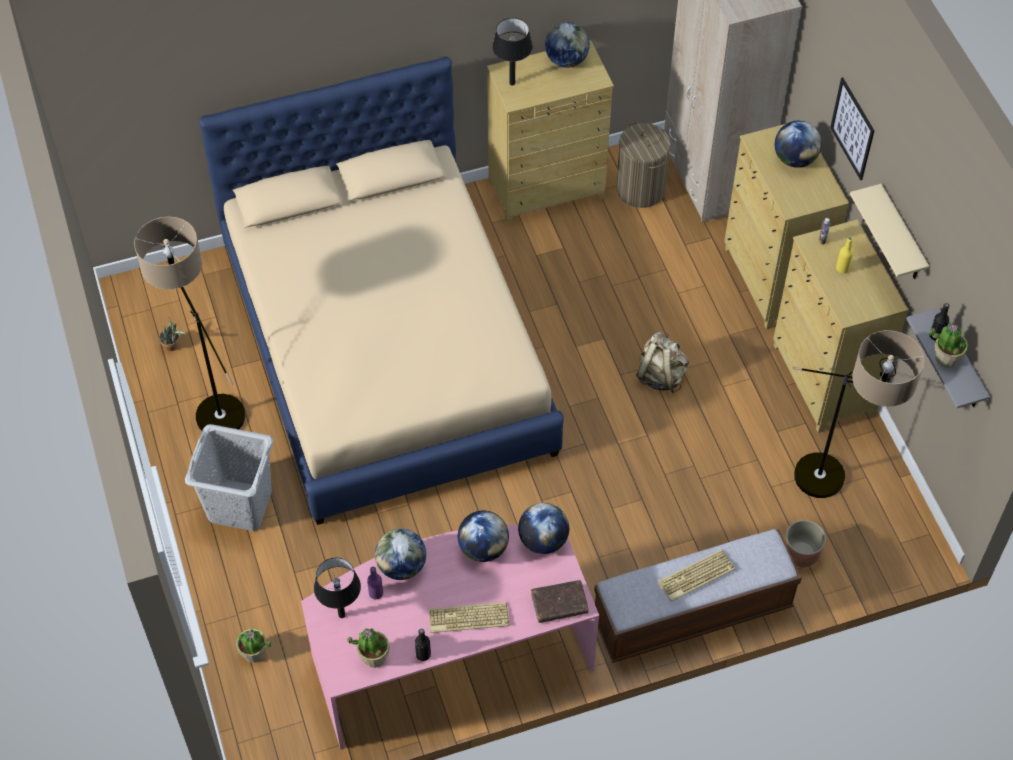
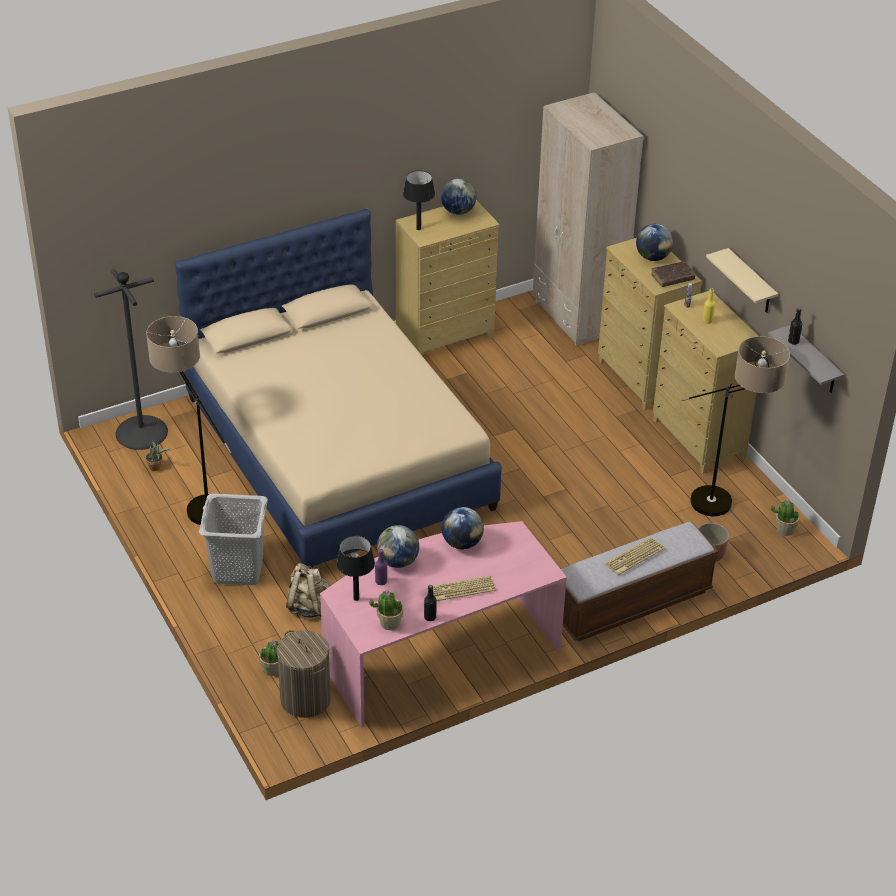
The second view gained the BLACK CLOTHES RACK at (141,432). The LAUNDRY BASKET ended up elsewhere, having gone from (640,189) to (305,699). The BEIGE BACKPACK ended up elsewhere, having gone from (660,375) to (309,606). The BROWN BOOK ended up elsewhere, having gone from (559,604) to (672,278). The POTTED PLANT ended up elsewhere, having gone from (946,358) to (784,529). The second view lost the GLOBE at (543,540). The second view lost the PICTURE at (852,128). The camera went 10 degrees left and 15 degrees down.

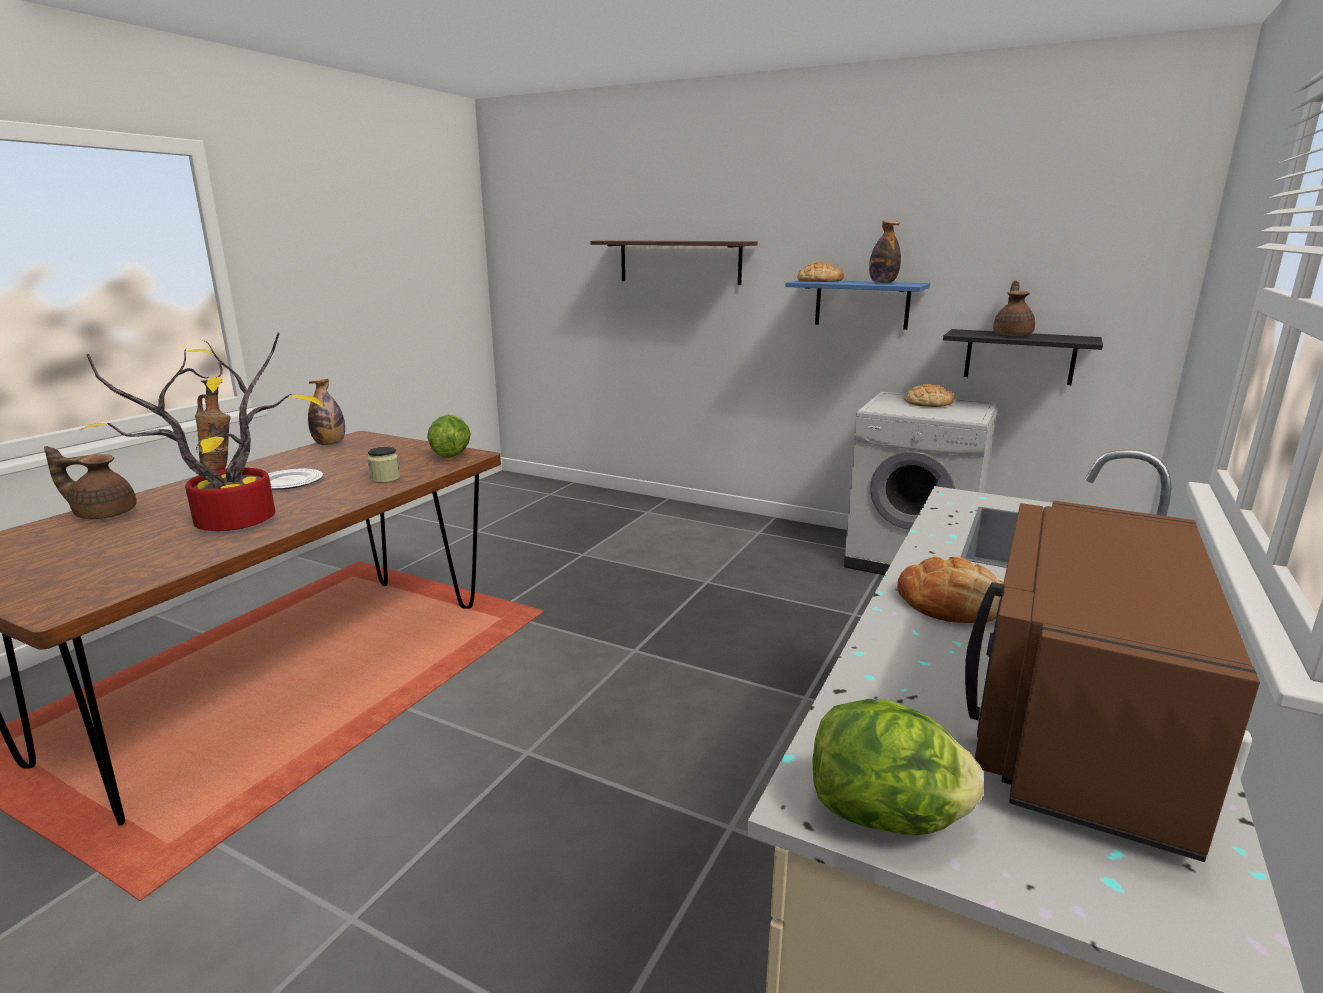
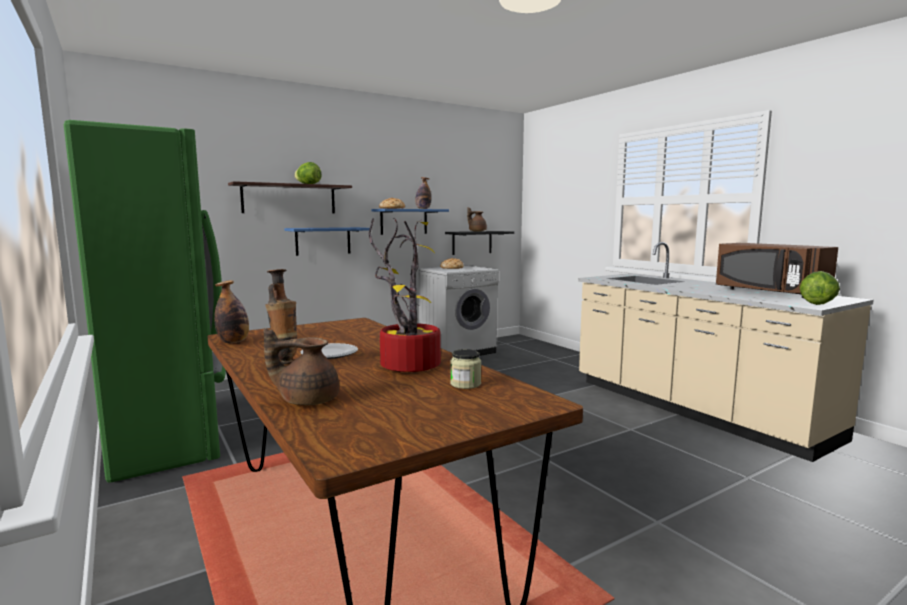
The second view gained the GREEN FRIDGE at (168,437). The BROWN TEAPOT at (103,514) ended up facing another way, 60 degrees clockwise from before. The second view gained the BLUE SHELF at (323,241). The LETTUCE ended up elsewhere, having gone from (451,455) to (308,184). The JAR ended up elsewhere, having gone from (385,478) to (465,384). The second view lost the BREAD at (952,602). The camera went 60 degrees left and 10 degrees down.

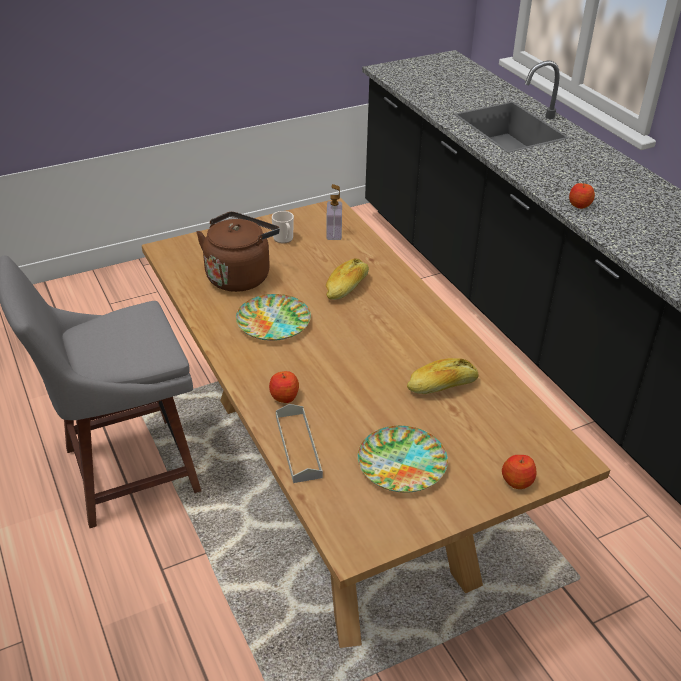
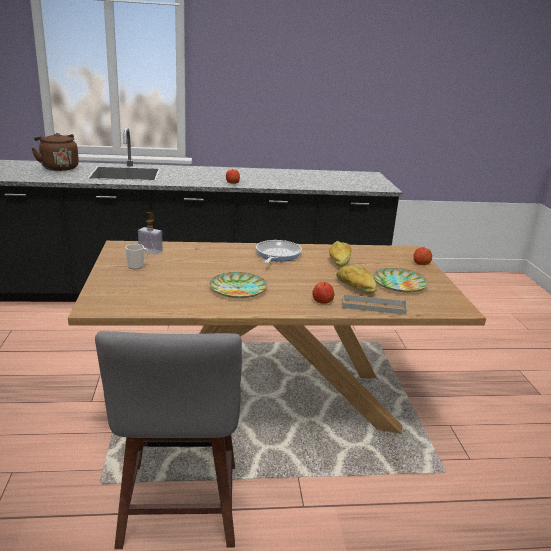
The BROWN KETTLE ended up elsewhere, having gone from (240,275) to (58,168). The second view gained the FRYING PAN at (277,255). The BREAD ended up elsewhere, having gone from (347,287) to (355,287). The camera went 70 degrees left and 15 degrees down.

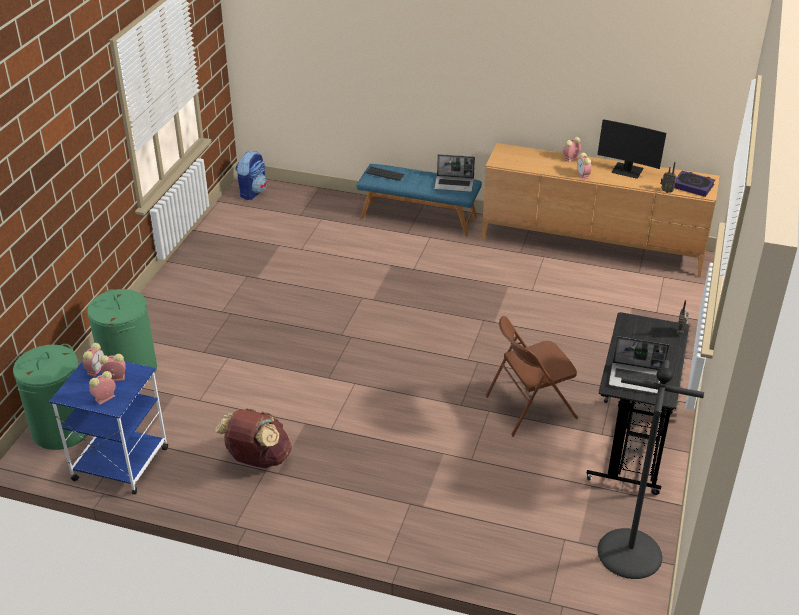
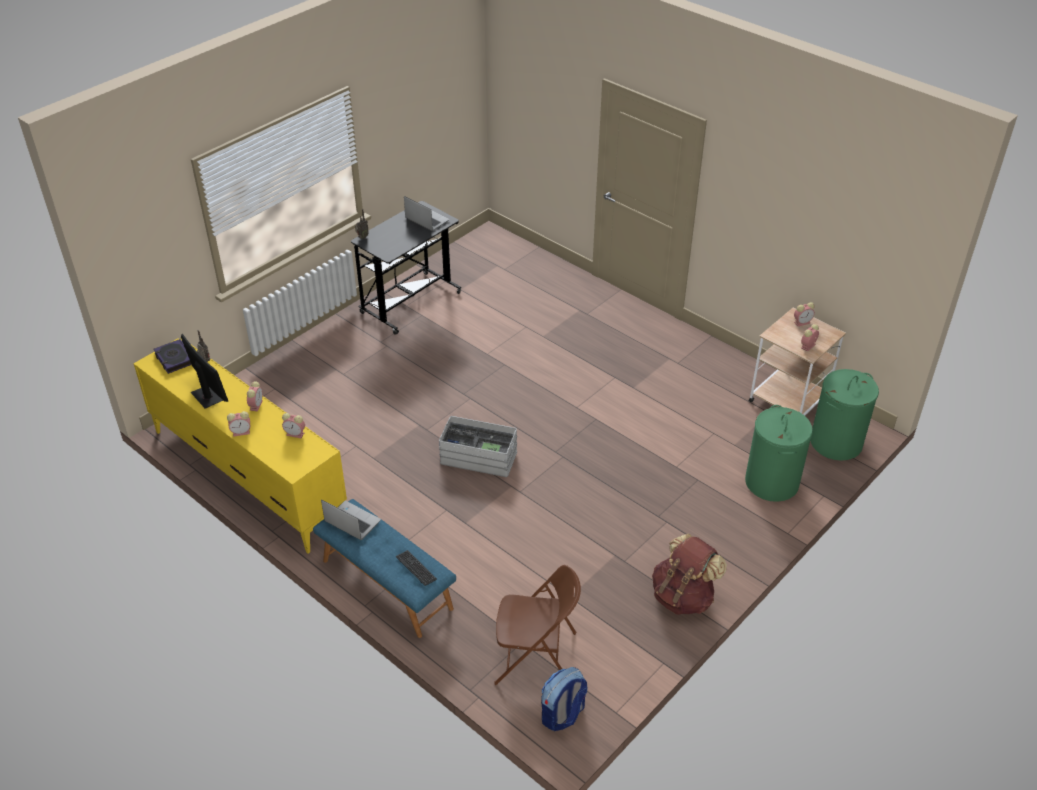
What was the BROWN CABINET at (592,246) turned into the YELLOW CABINET at (247,476). The ALARM CLOCK ended up elsewhere, having gone from (114,378) to (296,434). The second view gained the GREY STORAGE BOX at (478,457). The BROWN CHAIR ended up elsewhere, having gone from (530,407) to (536,658). The BROWN BACKPACK ended up elsewhere, having gone from (257,460) to (683,596). What was the BLUE CART at (119,463) turned into the BEIGE CART at (789,401). The second view lost the BLACK CLOTHES RACK at (629,553). The camera went 155 degrees left and 5 degrees up.

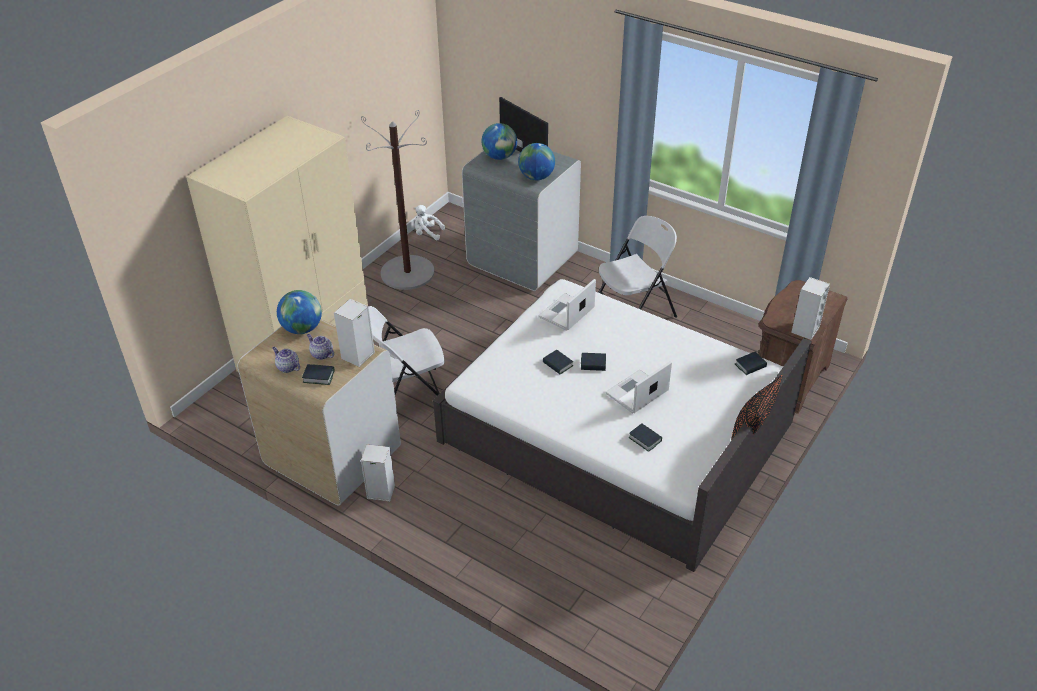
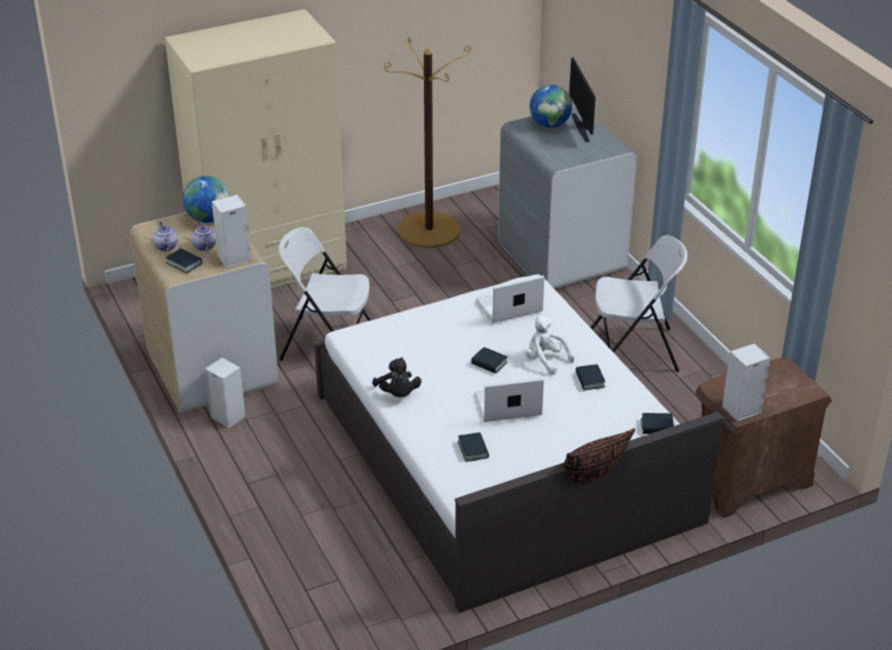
The second view gained the BLACK PLUSH TOY at (397,394). What was the GREY CLOTHES RACK at (407,272) turned into the BROWN CLOTHES RACK at (429,230). The WHITE PLUSH TOY ended up elsewhere, having gone from (427,233) to (545,360). The BOOK ended up elsewhere, having gone from (557,364) to (590,380). The second view lost the GLOBE at (536,177). The camera went 30 degrees right and 5 degrees down.

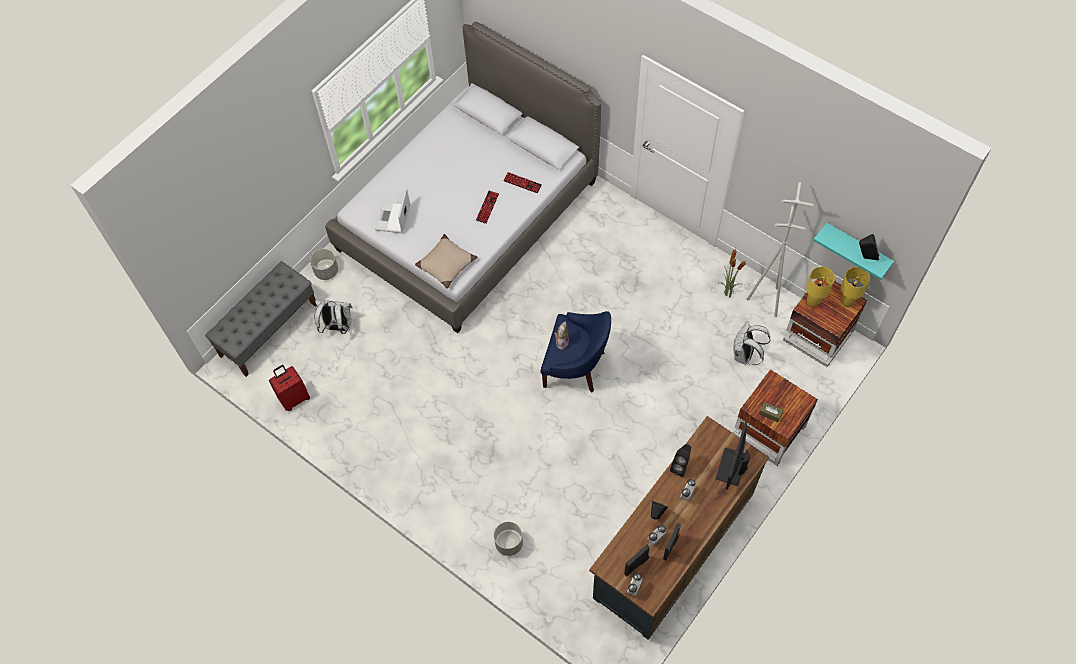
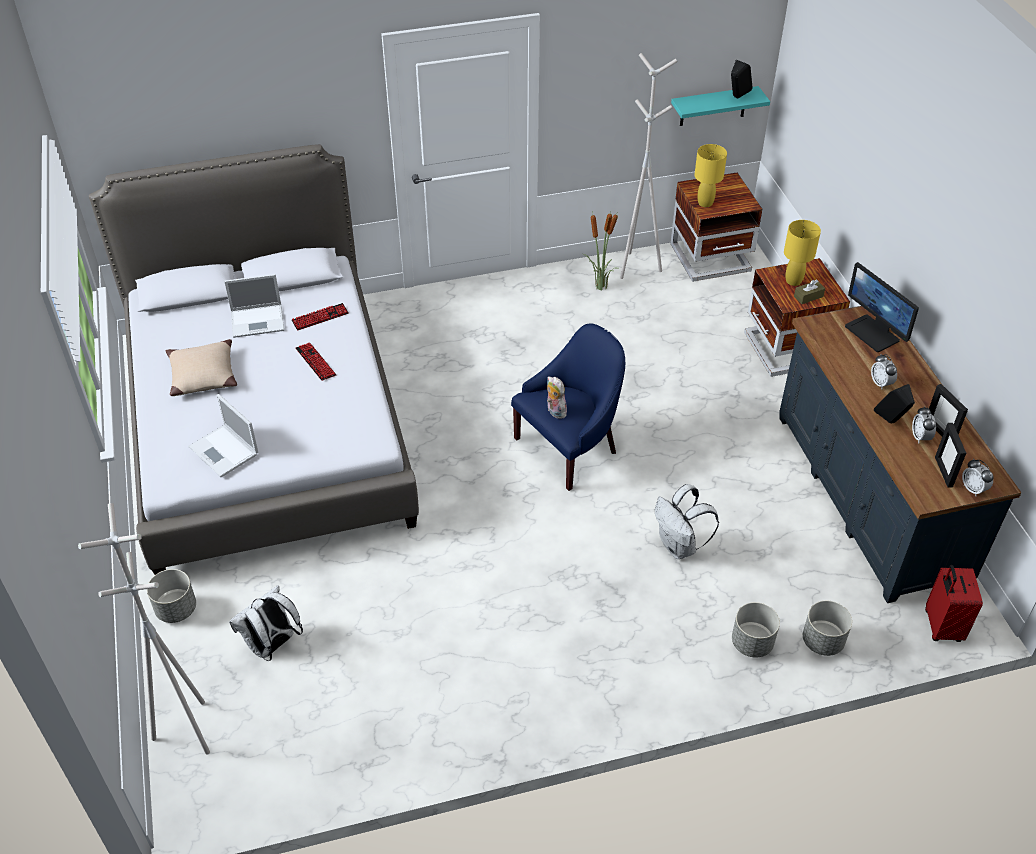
Where the GREY BENCH stood at (269,330), the GREY CLOTHES RACK came to stand at (188,730). The BEIGE PILLOW ended up elsewhere, having gone from (446,264) to (202,375). The second view gained the LAPTOP at (258,321). The WHITE BACKPACK ended up elsewhere, having gone from (745,355) to (679,546). The YELLOW TABLE LAMP ended up elsewhere, having gone from (847,302) to (793,281). The second view gained the GREY PLANTER at (822,641). The RED SUITCASE ended up elsewhere, having gone from (294,398) to (941,626). The second view lost the BLACK SPEAKER at (680,466). The camera went 55 degrees left and 15 degrees down.

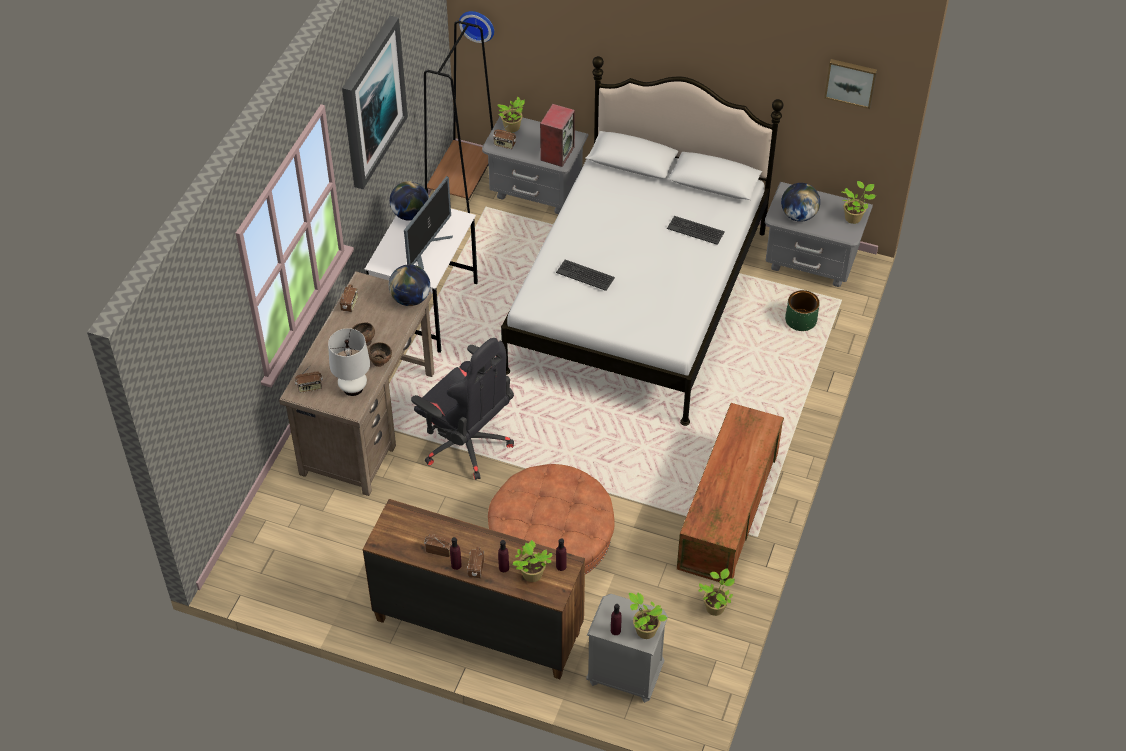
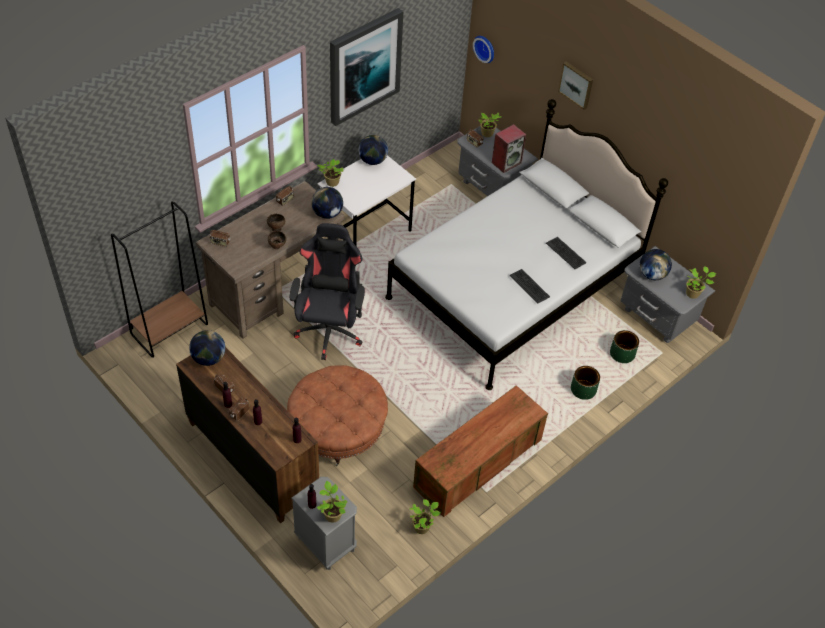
The CLOTHES RACK ended up elsewhere, having gone from (461,185) to (169,330). The second view gained the GLOBE at (208,358). The BLACK OFFICE CHAIR at (466,443) ended up facing another way, 150 degrees counterclockwise from before. The POTTED PLANT ended up elsewhere, having gone from (531,575) to (331,183). The KEYBOARD ended up elsewhere, having gone from (585,275) to (529,286). The PICTURE ended up elsewhere, having gone from (851,82) to (576,84). The second view gained the GREEN PLANTER at (583,389). The second view lost the WHITE TABLE LAMP at (353,388). The second view lost the MONITOR at (427,249). The camera went 25 degrees right and 0 degrees up.

